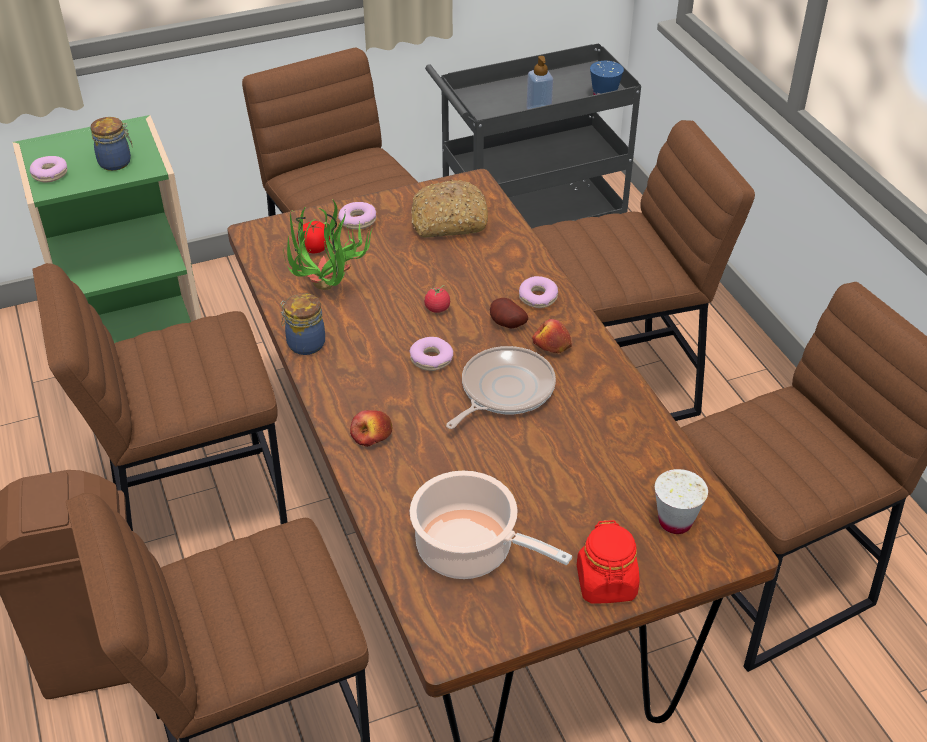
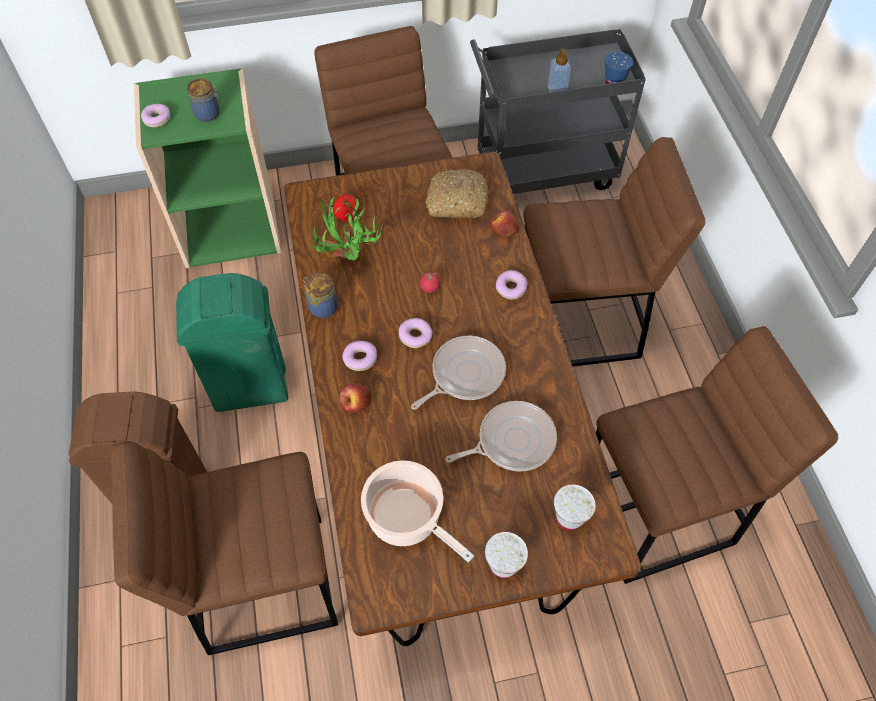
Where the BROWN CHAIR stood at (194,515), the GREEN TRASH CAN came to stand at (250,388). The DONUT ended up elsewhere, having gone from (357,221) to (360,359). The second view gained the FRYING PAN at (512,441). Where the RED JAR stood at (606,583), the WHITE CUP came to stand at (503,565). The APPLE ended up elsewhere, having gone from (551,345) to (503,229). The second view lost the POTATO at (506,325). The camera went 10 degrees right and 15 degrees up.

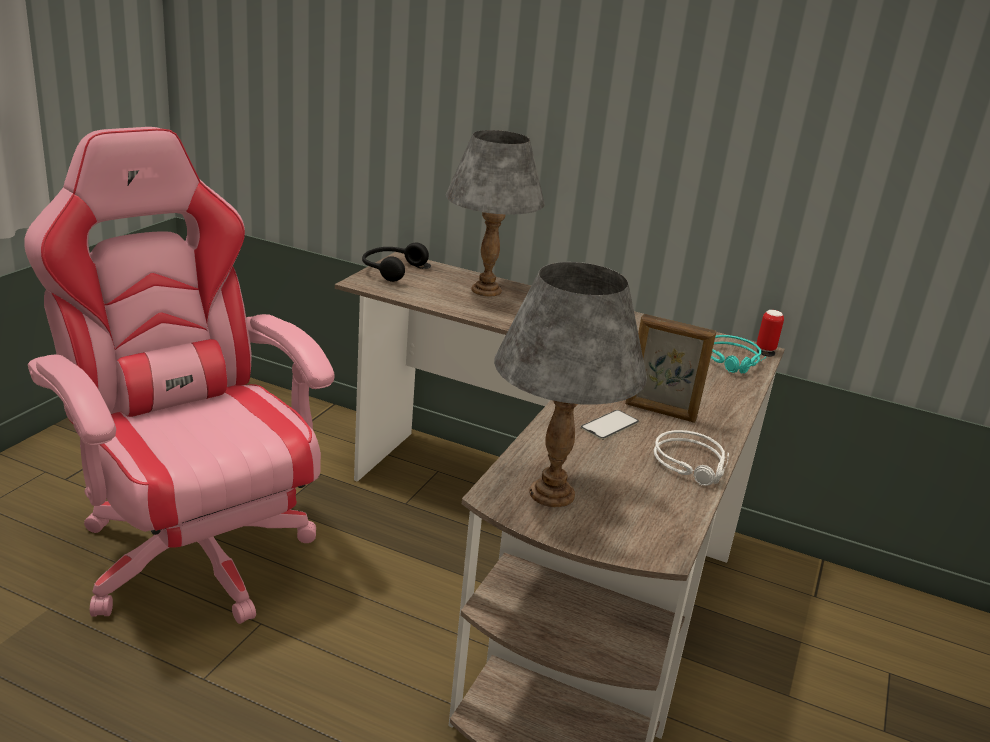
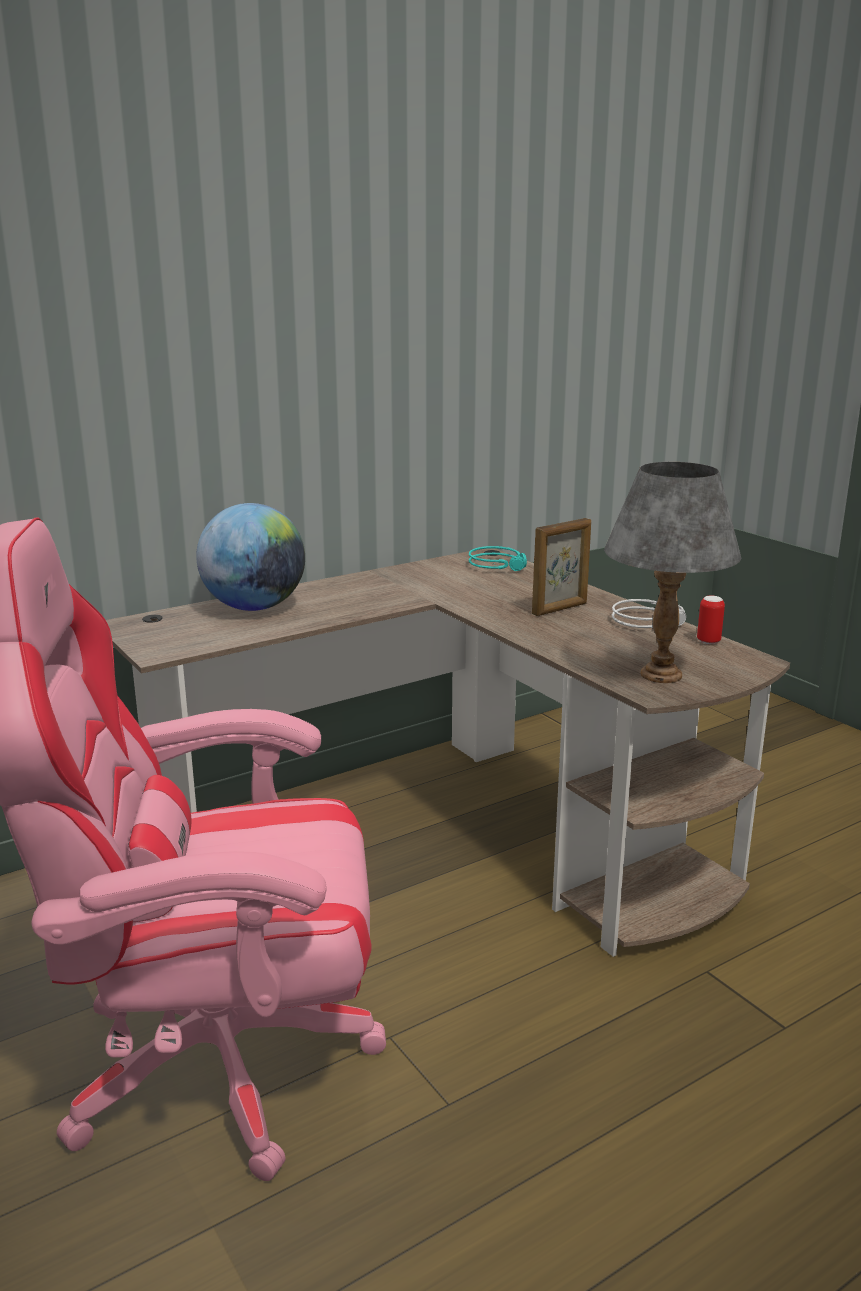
Where the GREY TABLE LAMP stood at (486,290), the GLOBE came to stand at (254,607). The CAN ended up elsewhere, having gone from (765,349) to (708,641). The second view lost the BLACK HEADPHONES at (390,270). The second view lost the PHONE at (609,425). The camera went 55 degrees left and 5 degrees down.

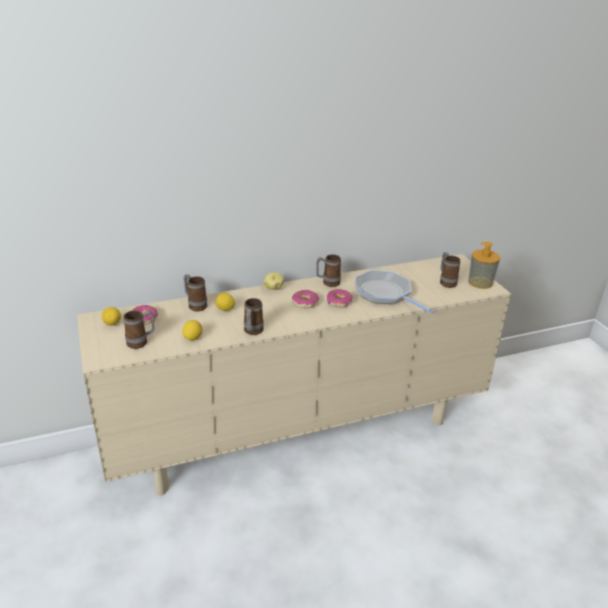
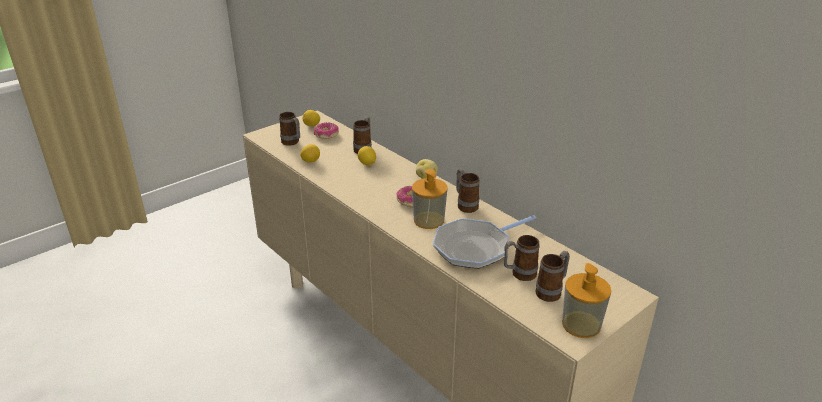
Where the DONUT stood at (339,302), the SOAP DISPENSER came to stand at (429,220). The FRYING PAN at (385,294) ended up facing another way, 150 degrees counterclockwise from before. The MUG ended up elsewhere, having gone from (252,332) to (519,274). The camera went 70 degrees right and 0 degrees up.

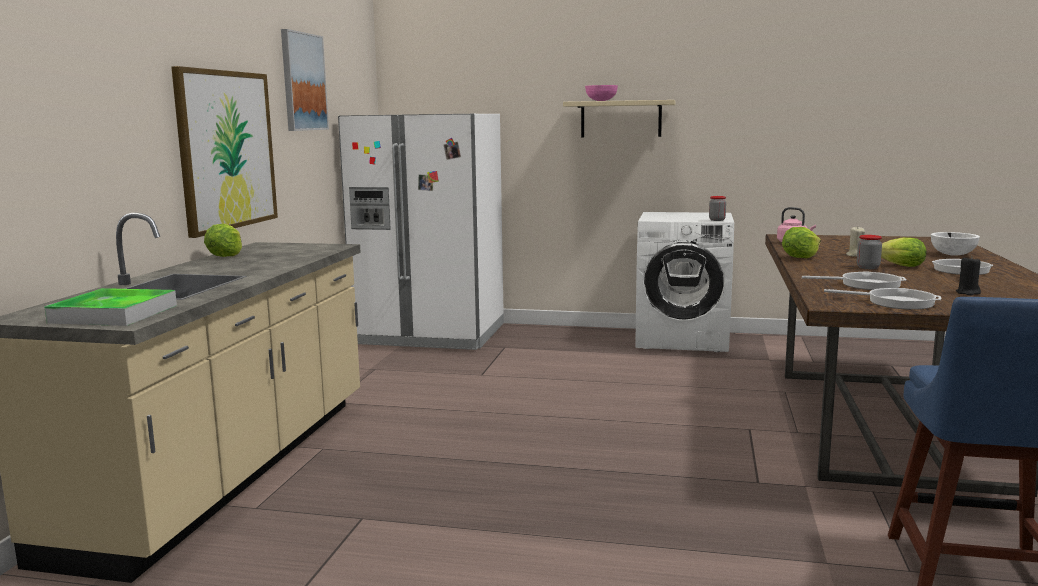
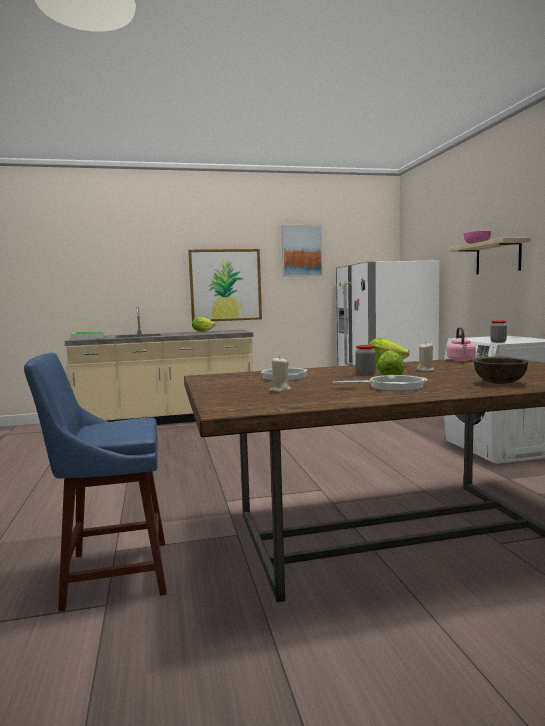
What was the BLACK CANDLE at (968,293) turned into the BEIGE CANDLE at (280,390). What was the WHITE BOWL at (953,254) turned into the BROWN BOWL at (499,383). The second view lost the FRYING PAN at (895,302). The camera went 65 degrees right and 5 degrees down.

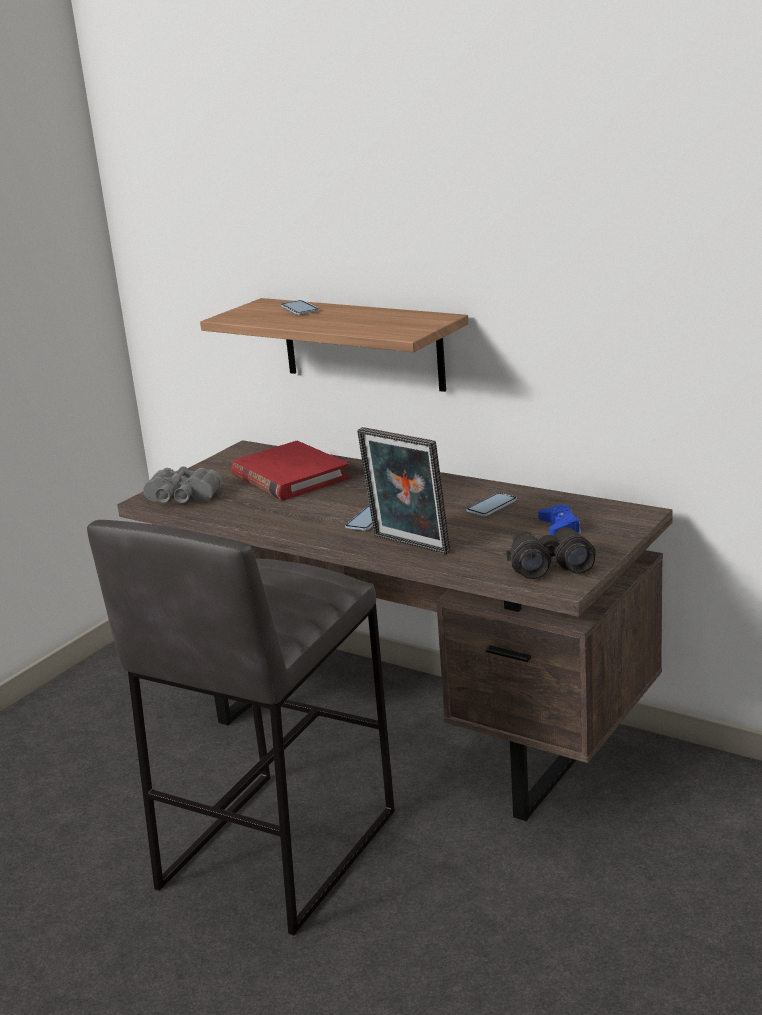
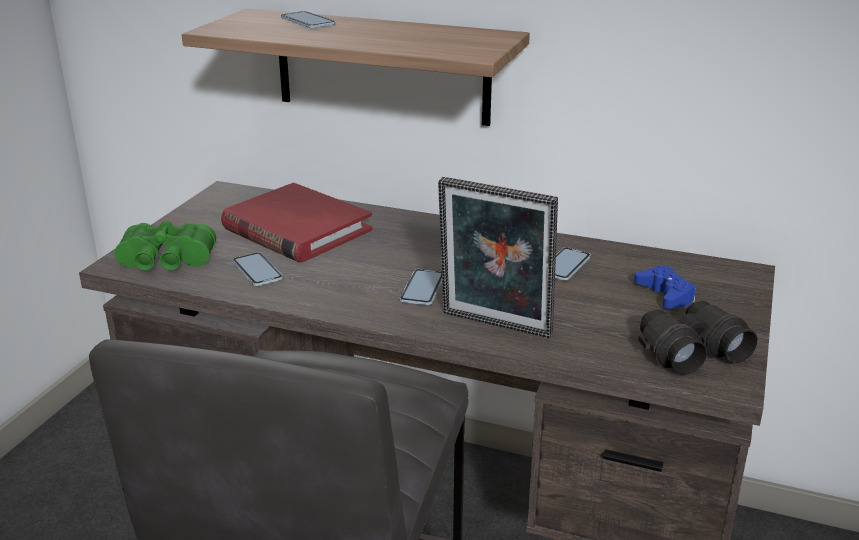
What was the GREY BINOCULARS at (181,498) turned into the GREEN BINOCULARS at (166,262). The second view gained the PHONE at (257,271). The camera went 15 degrees left and 5 degrees up.

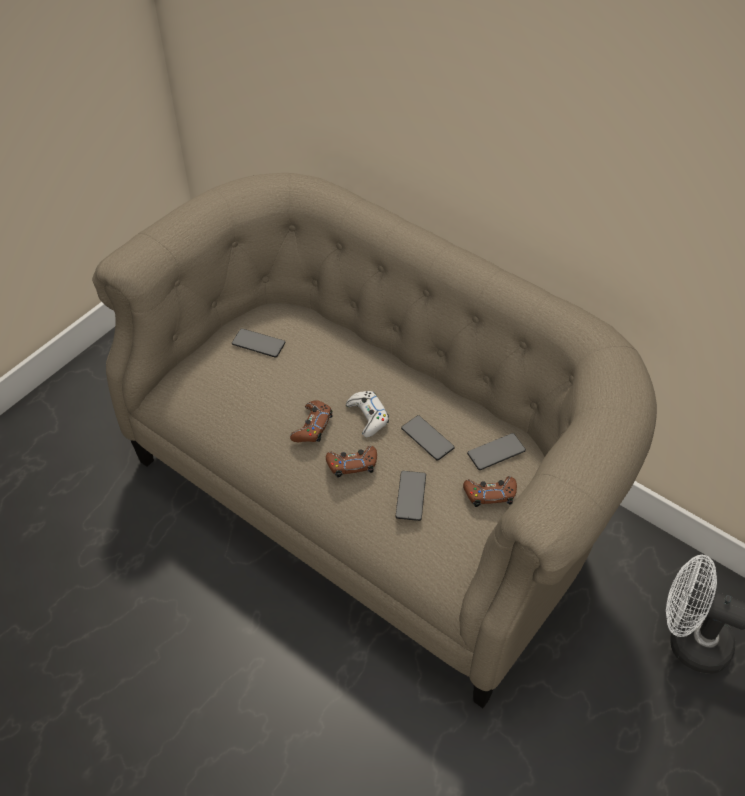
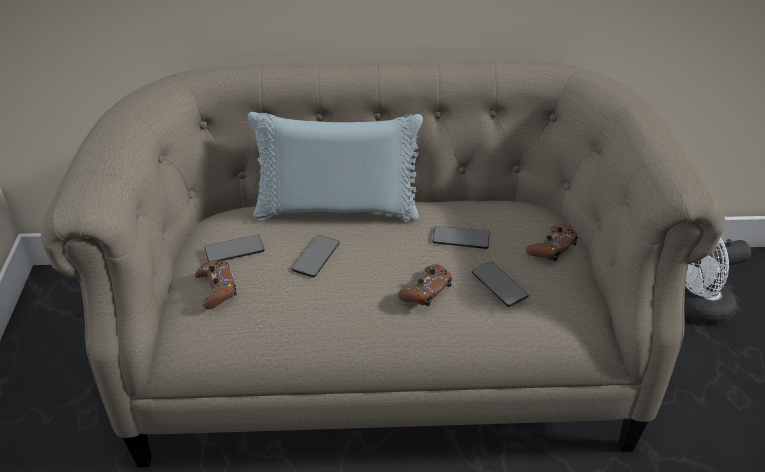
The BROWN GAME CONTROLLER ended up elsewhere, having gone from (312,426) to (216,288). The second view gained the BLUE PILLOW at (337,209). The PHONE ended up elsewhere, having gone from (496,452) to (316,257). The second view lost the WHITE GAME CONTROLLER at (368,417). The camera went 40 degrees left and 10 degrees down.

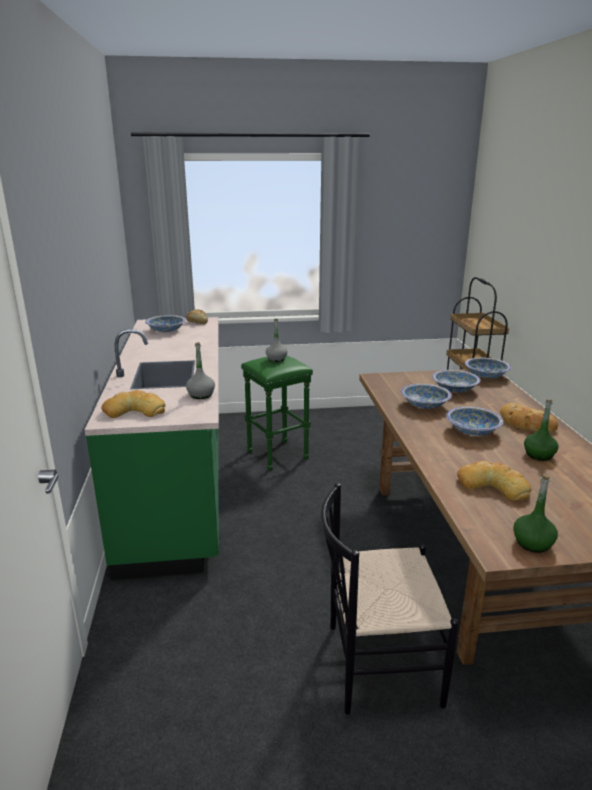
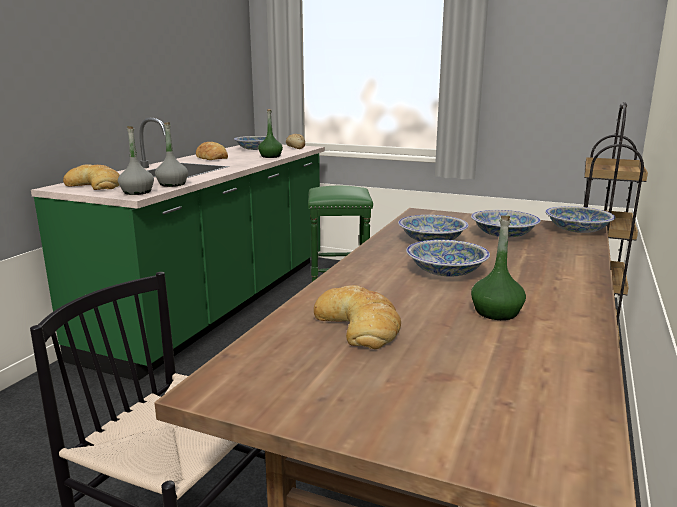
The GREY BOTTLE ended up elsewhere, having gone from (276,359) to (137,192). The BREAD ended up elsewhere, having gone from (526,423) to (212,157). The GREEN BOTTLE ended up elsewhere, having gone from (533,543) to (270,156). The camera went 30 degrees right and 5 degrees down.

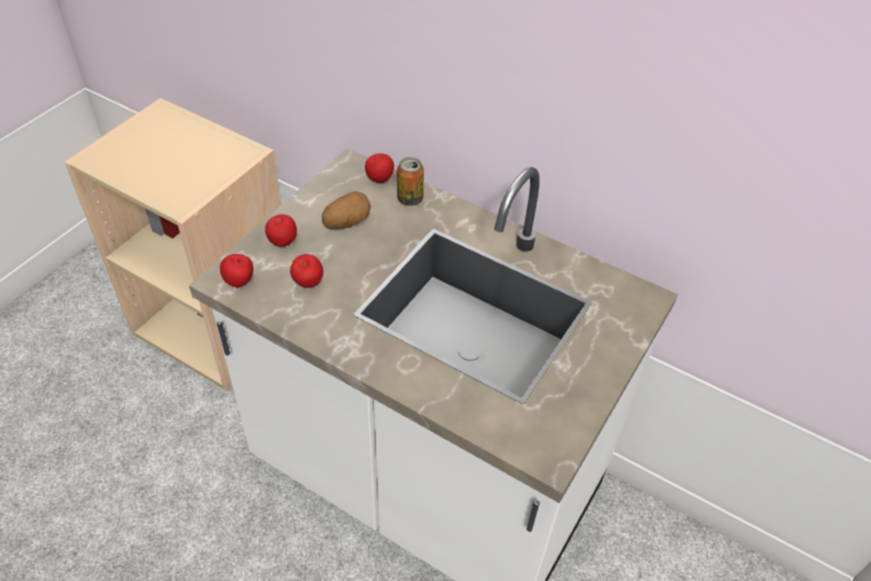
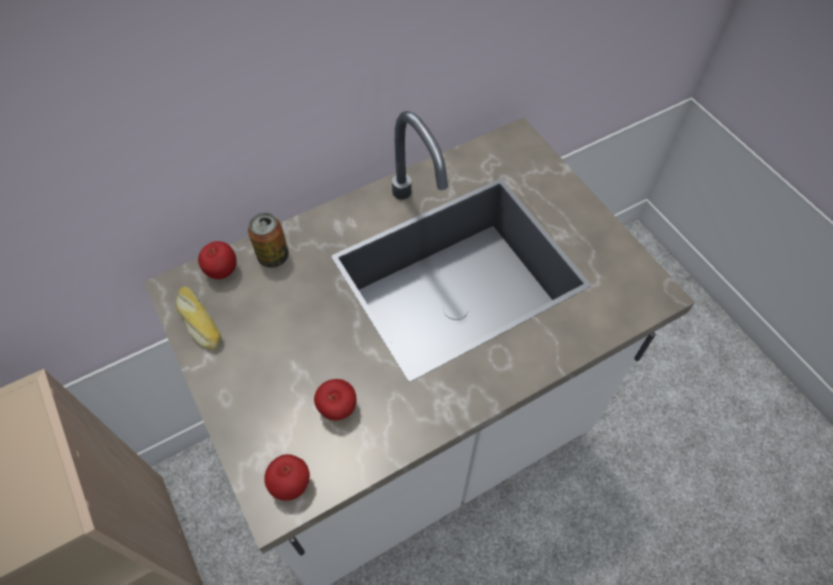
The second view gained the BREAD at (198,322). The second view lost the APPLE at (282,243). The second view lost the POTATO at (347,222). The camera went 60 degrees left and 10 degrees up.

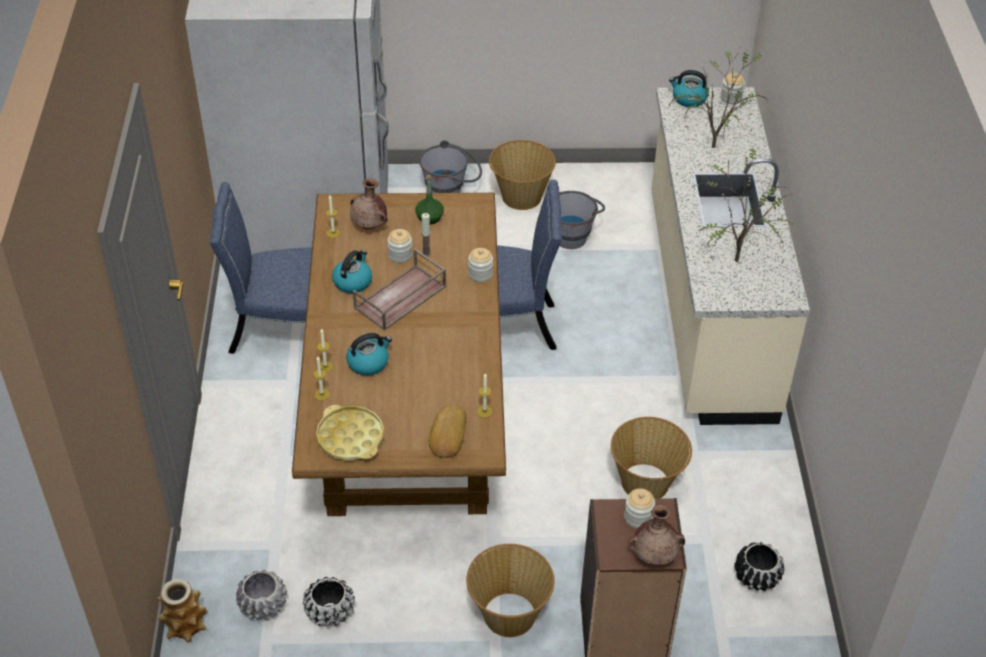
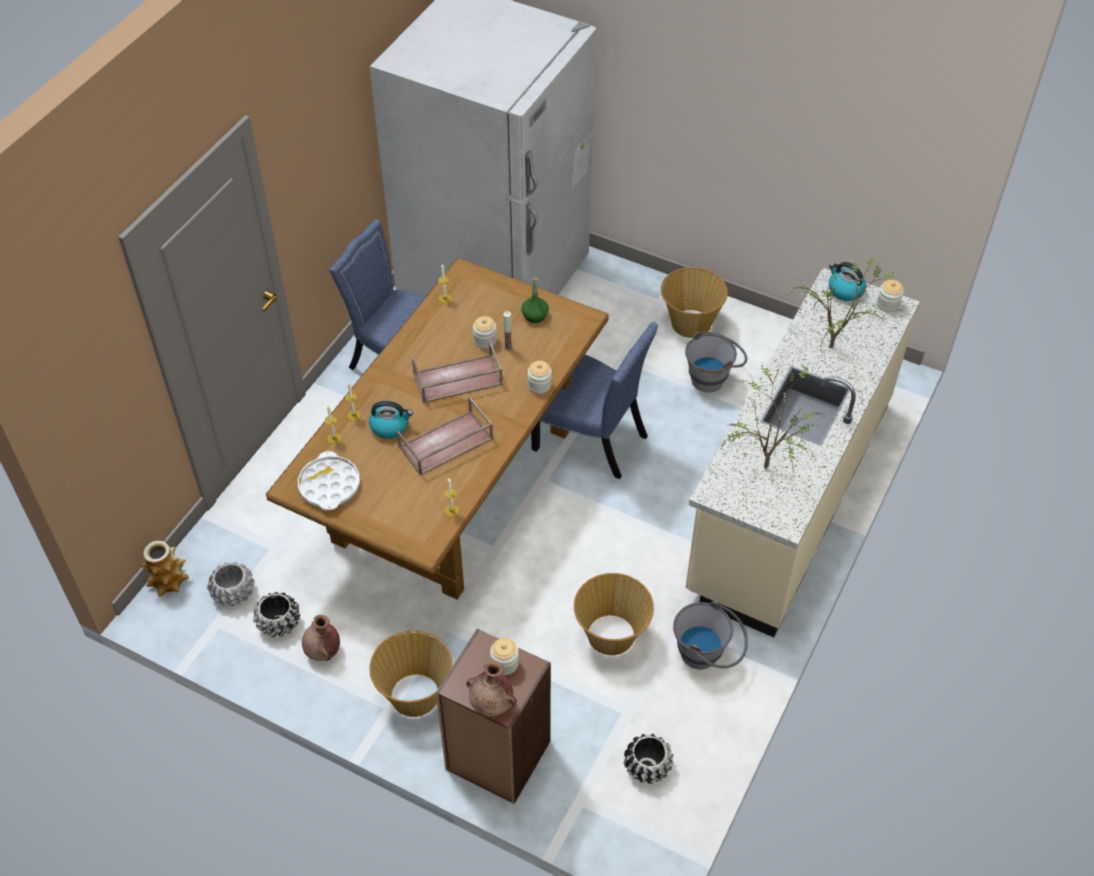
What was the YELLOW TRAY at (350,438) turned into the WHITE TRAY at (329,485). The BROWN VASE ended up elsewhere, having gone from (370,226) to (323,651). The second view gained the BROWN TRAY at (445,444). The GREY BUCKET ended up elsewhere, having gone from (451,190) to (707,655). The second view lost the KETTLE at (353,281). The second view lost the BREAD at (447,435). The camera went 30 degrees right and 5 degrees up.

